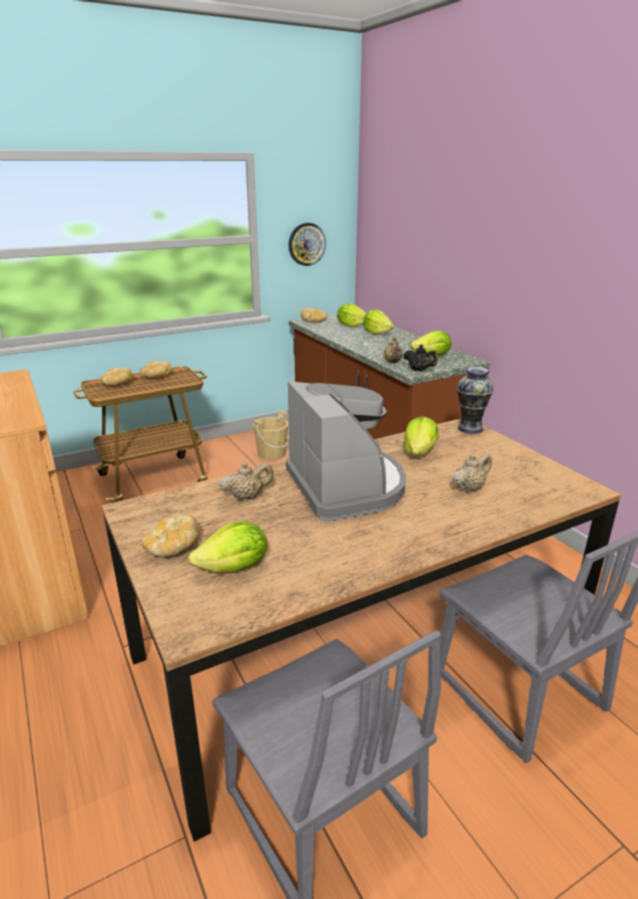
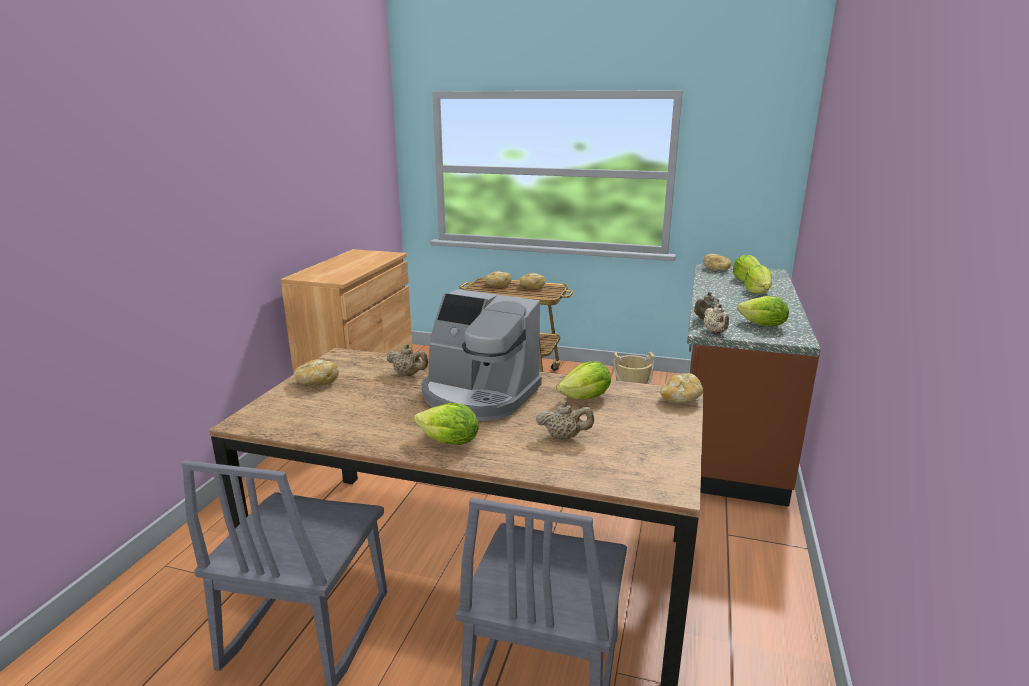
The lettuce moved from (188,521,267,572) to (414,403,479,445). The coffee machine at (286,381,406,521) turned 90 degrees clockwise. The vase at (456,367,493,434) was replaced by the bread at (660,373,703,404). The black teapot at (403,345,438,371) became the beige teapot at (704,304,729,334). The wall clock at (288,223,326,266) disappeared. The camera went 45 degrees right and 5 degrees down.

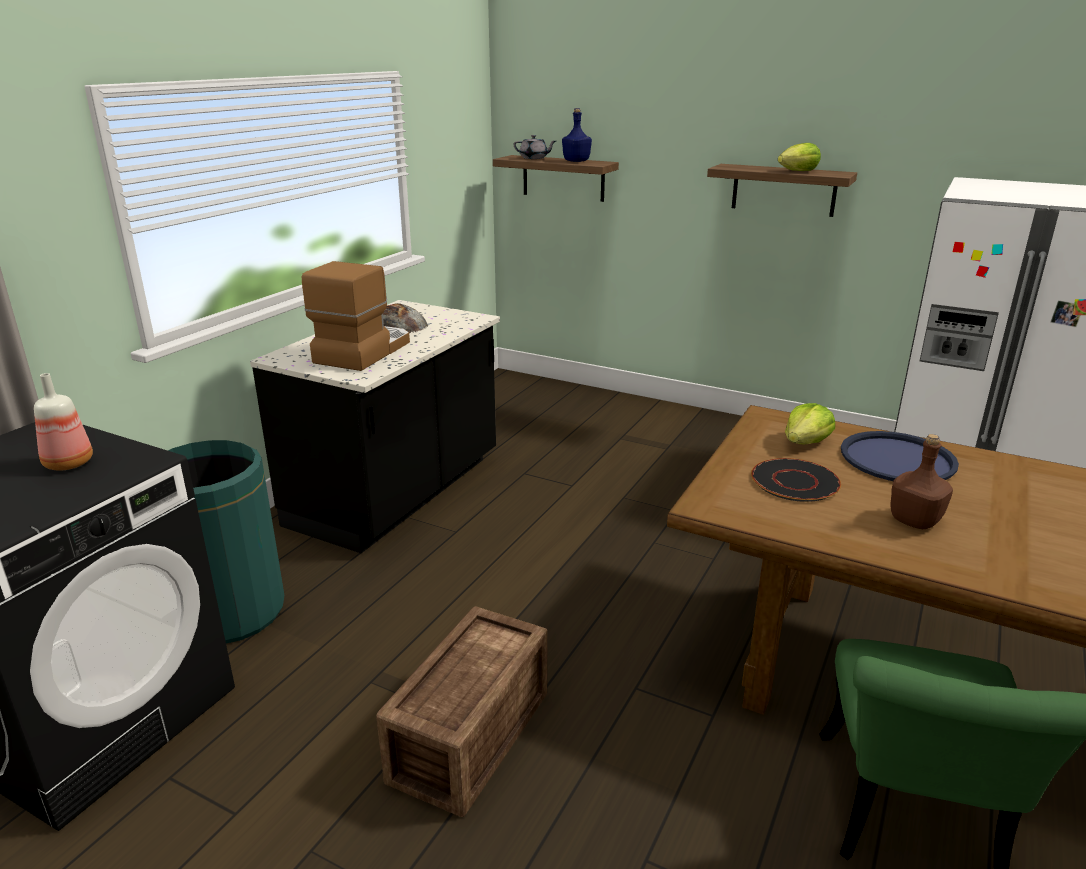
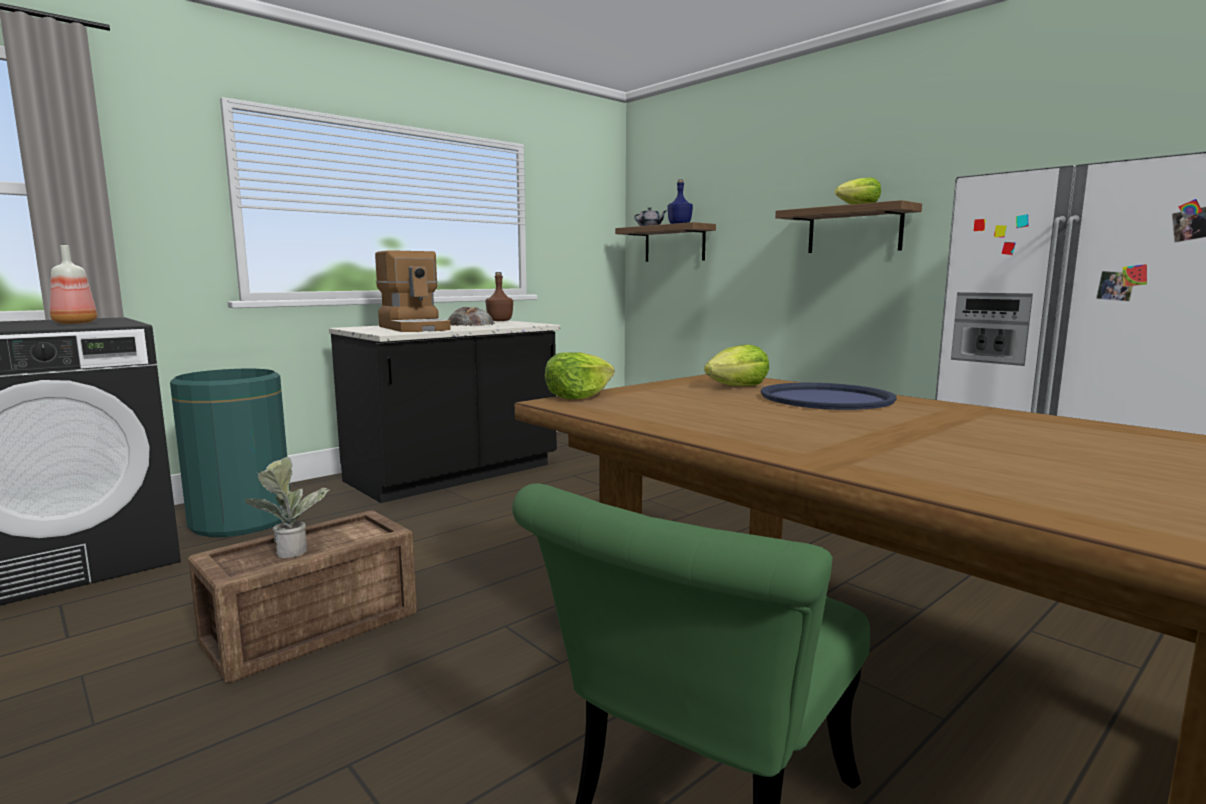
The potted plant at (244,457,330,559) appeared. The coffee machine at (302,261,410,371) turned 105 degrees clockwise. The brown bottle moved from (890,434,953,529) to (486,272,513,321). The lettuce at (545,352,615,399) appeared. The black plate at (751,458,841,502) disappeared. The camera went 20 degrees right and 15 degrees down.

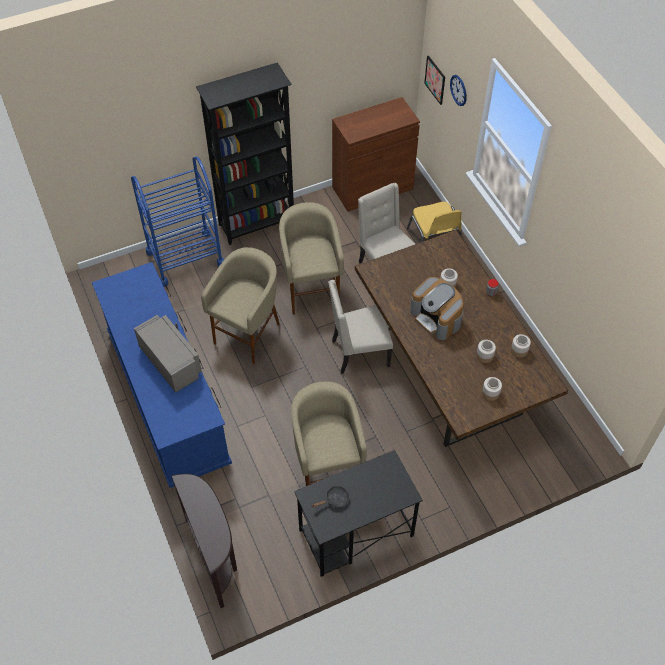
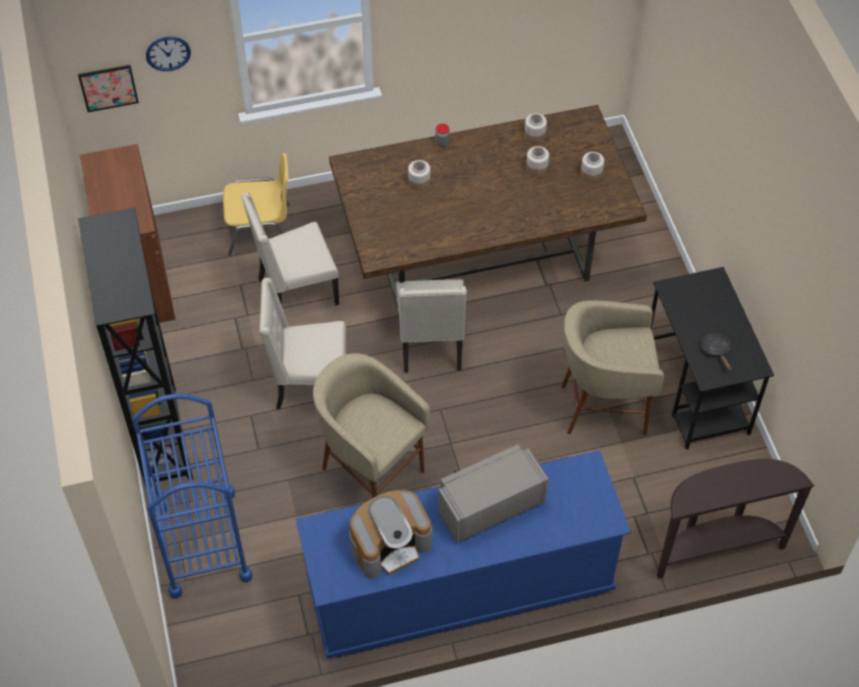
The beige stool at (279,202,344,315) was replaced by the beige chair at (259,278,346,409). The coffee machine moved from (410,277,464,340) to (349,490,432,579). The camera went 80 degrees left and 0 degrees up.

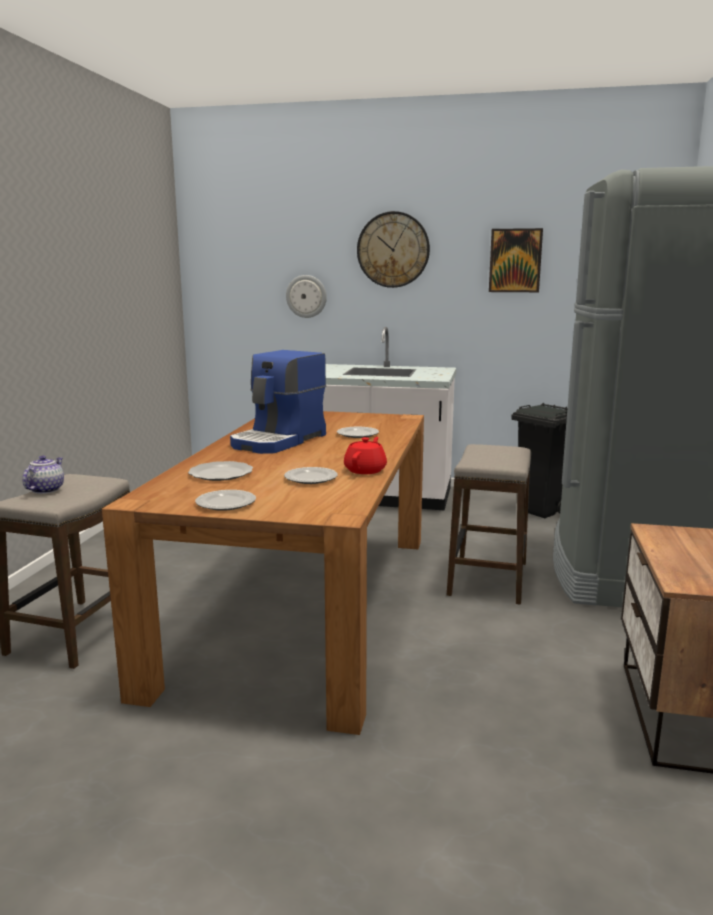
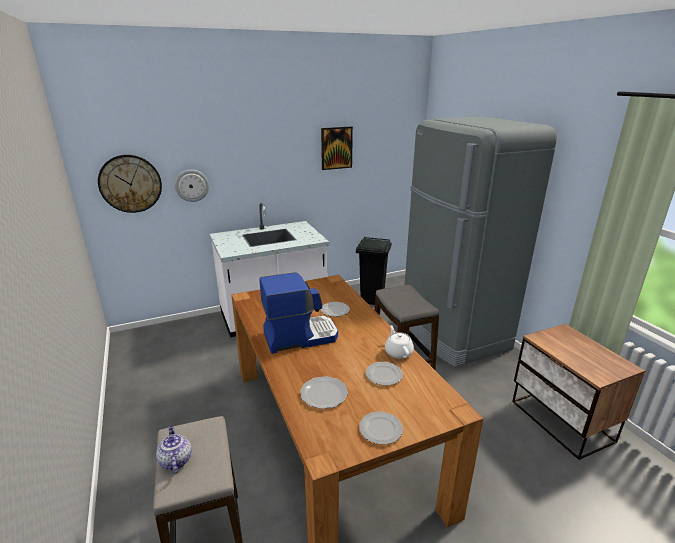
The wall clock moved from (357,211,430,288) to (98,155,162,213). The coffee machine at (230,350,326,454) turned 105 degrees counterclockwise. The red teapot at (344,437,387,474) became the white teapot at (385,325,414,359). The camera went 35 degrees left and 10 degrees up.

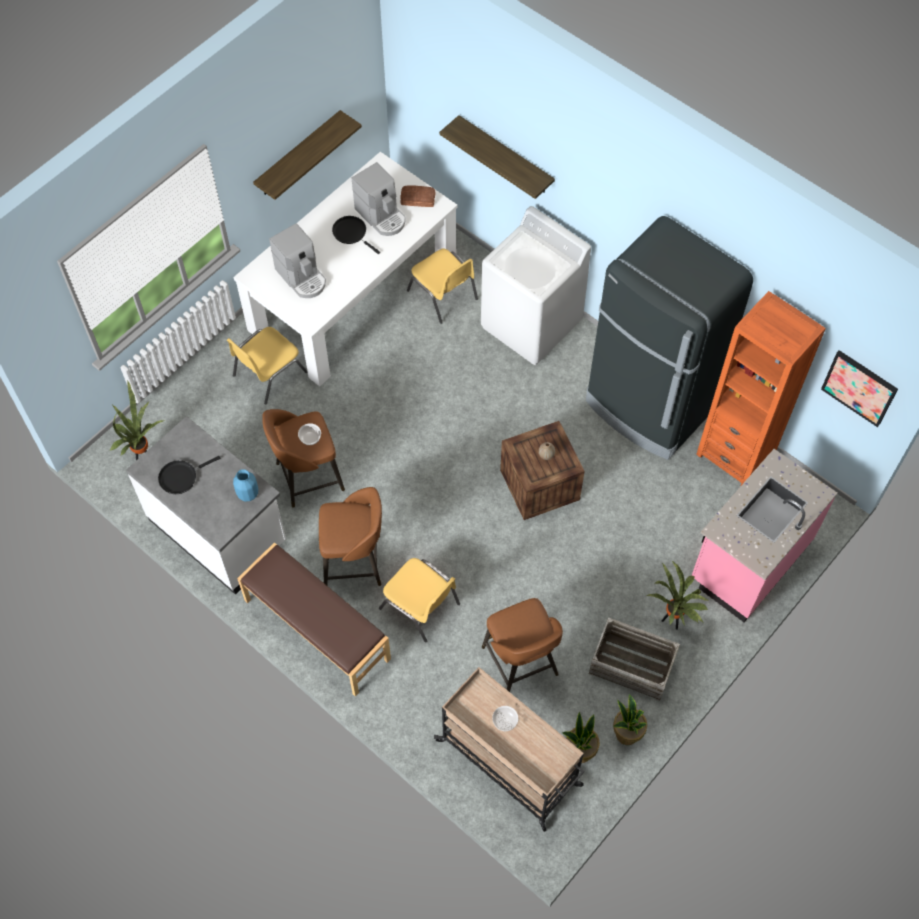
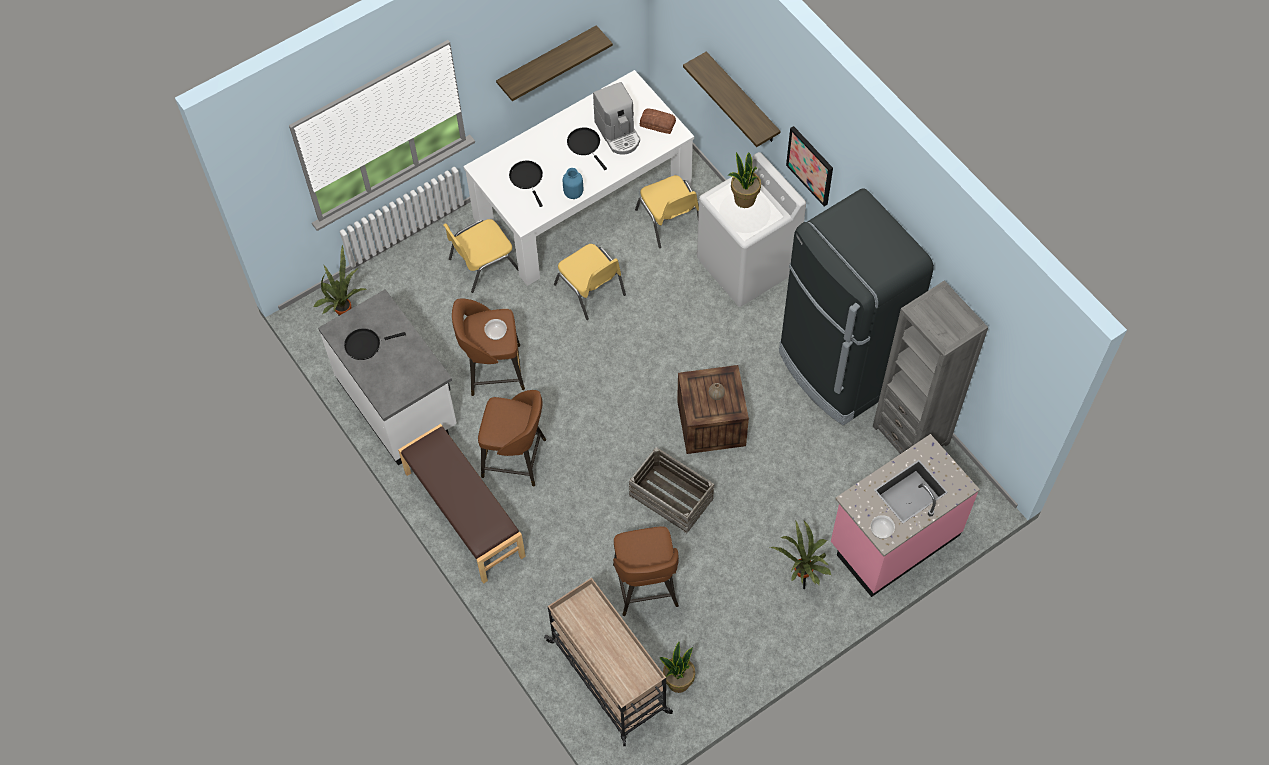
The coffee machine at (269,223,326,298) was replaced by the black frying pan at (509,161,543,207). The yellow chair moved from (379,558,460,643) to (554,244,626,320). The blue vase moved from (233,469,258,501) to (563,168,583,199). The crate moved from (589,617,680,701) to (629,447,714,534). The potted plant moved from (613,694,647,745) to (728,152,761,208). The picture moved from (821,350,898,427) to (786,126,833,207). The bowl moved from (492,706,518,731) to (871,515,895,539). The orange bookcase at (696,291,826,485) became the grey bookcase at (873,281,988,454). The camera went 15 degrees right and 0 degrees up.

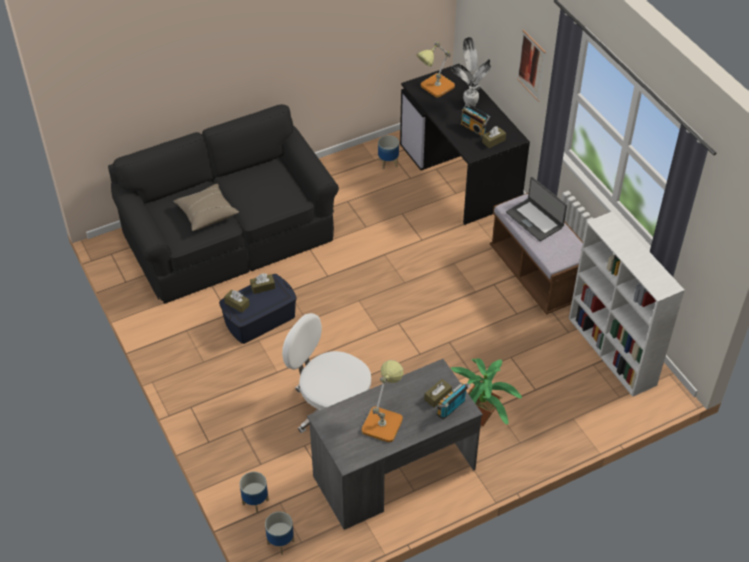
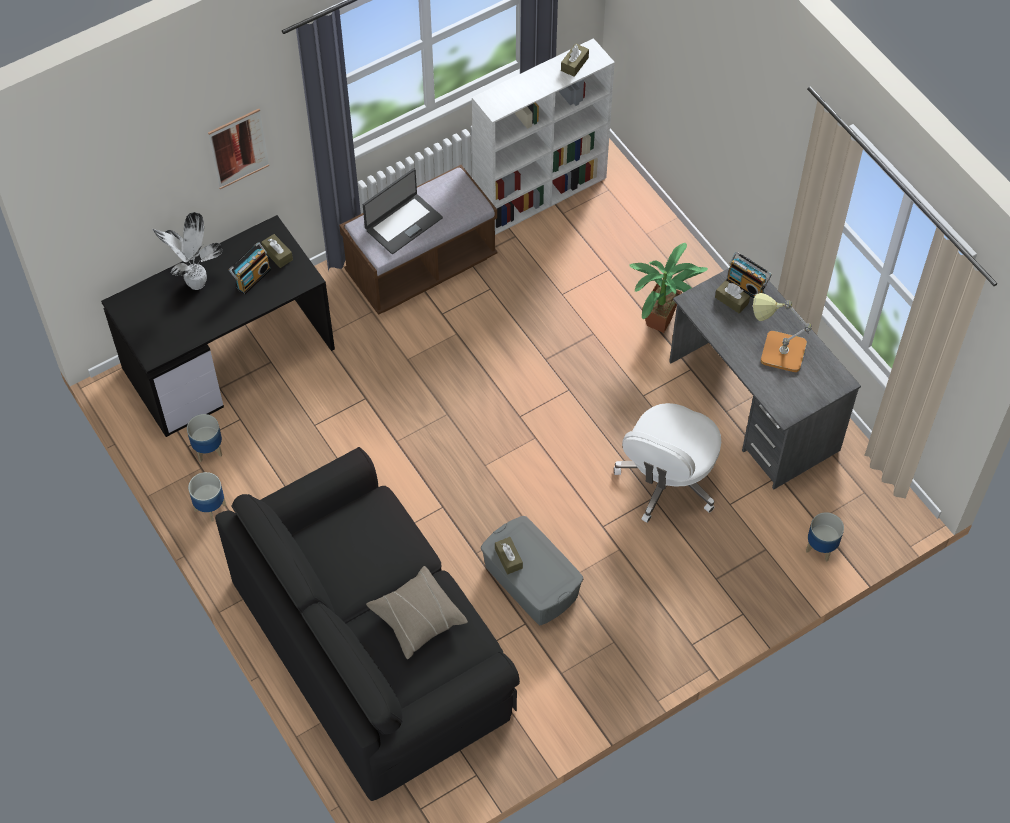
The planter moved from (265,512,294,555) to (188,472,226,522). The blue storage box at (219,274,297,344) became the grey storage box at (481,516,583,625). The brown tissue box moved from (224,289,250,313) to (561,43,589,77). The table lamp at (417,42,455,97) disappeared. The camera went 95 degrees left and 10 degrees up.

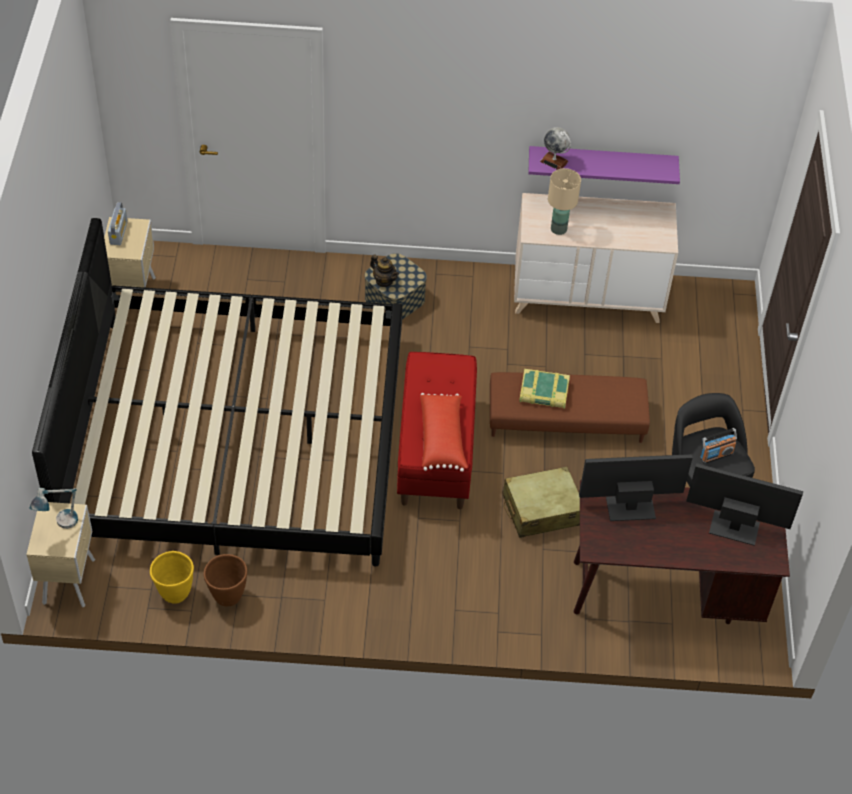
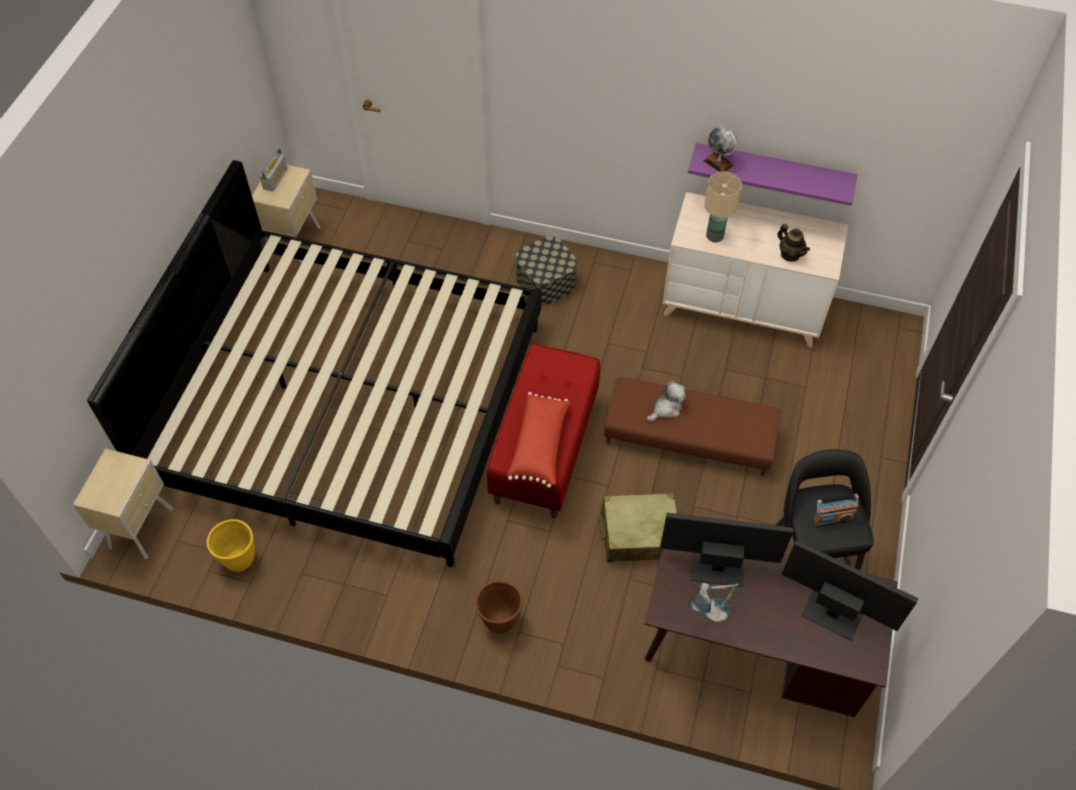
The brown planter moved from (204,554,247,606) to (475,580,523,634). The book at (519,369,570,409) was replaced by the plush toy at (647,381,686,422). The table lamp moved from (29,488,78,529) to (688,583,739,623). The teapot moved from (370,254,399,287) to (777,224,810,262). The camera went 15 degrees right and 5 degrees up.

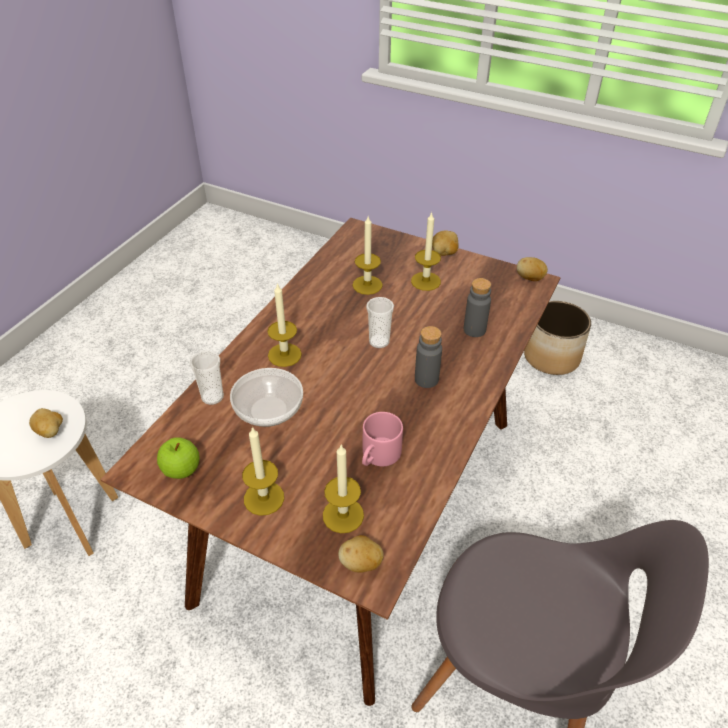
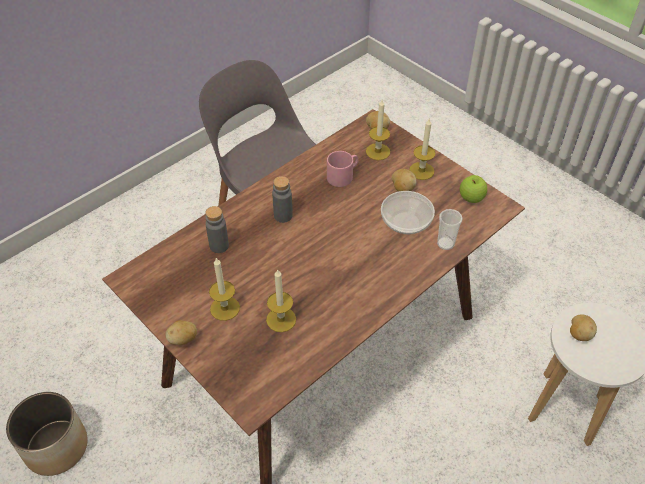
The potato moved from (517,257,548,281) to (392,169,417,192). The candle at (267,283,302,367) disappeared. The cup at (366,297,394,348) disappeared. The camera went 160 degrees left and 5 degrees up.

